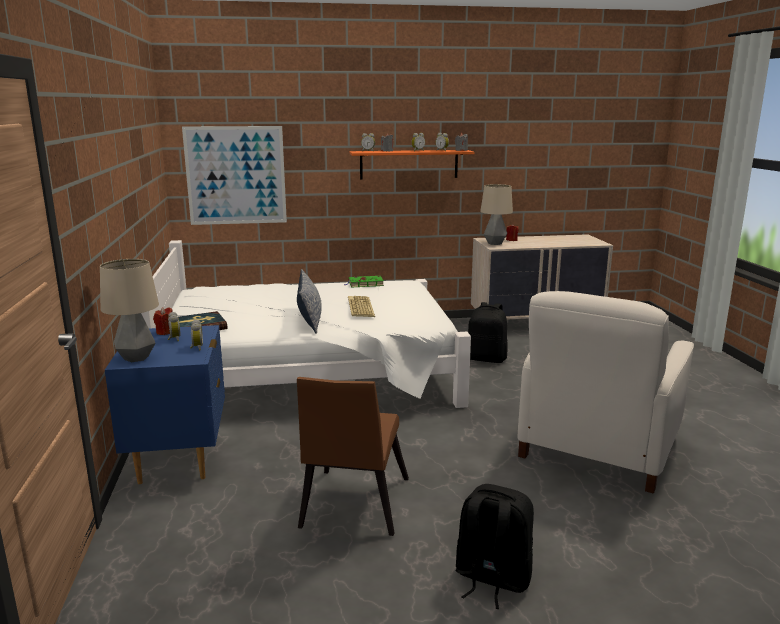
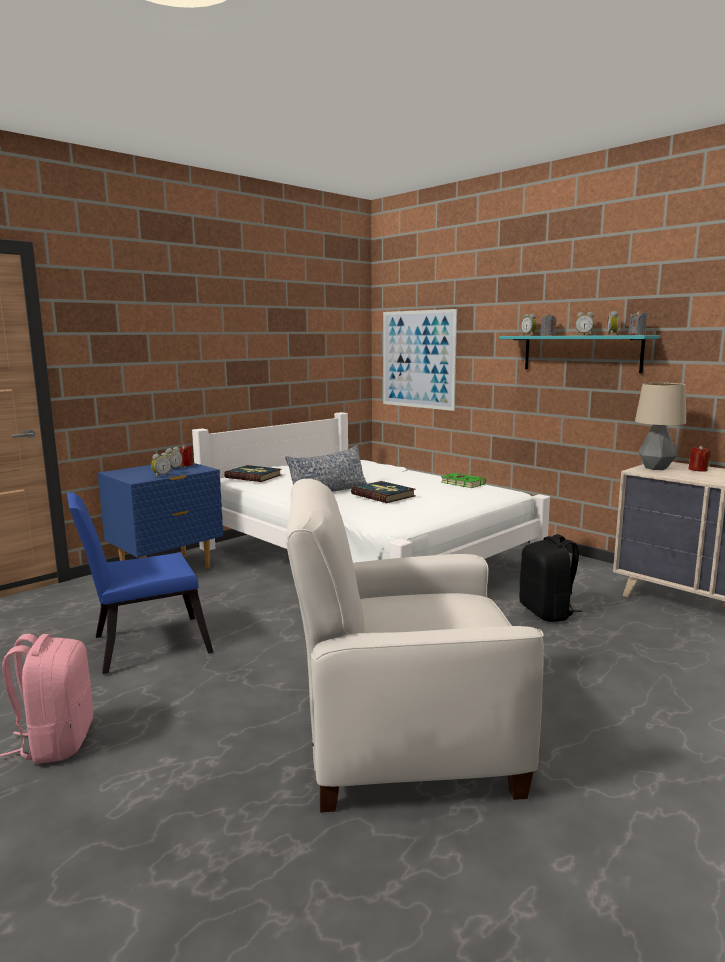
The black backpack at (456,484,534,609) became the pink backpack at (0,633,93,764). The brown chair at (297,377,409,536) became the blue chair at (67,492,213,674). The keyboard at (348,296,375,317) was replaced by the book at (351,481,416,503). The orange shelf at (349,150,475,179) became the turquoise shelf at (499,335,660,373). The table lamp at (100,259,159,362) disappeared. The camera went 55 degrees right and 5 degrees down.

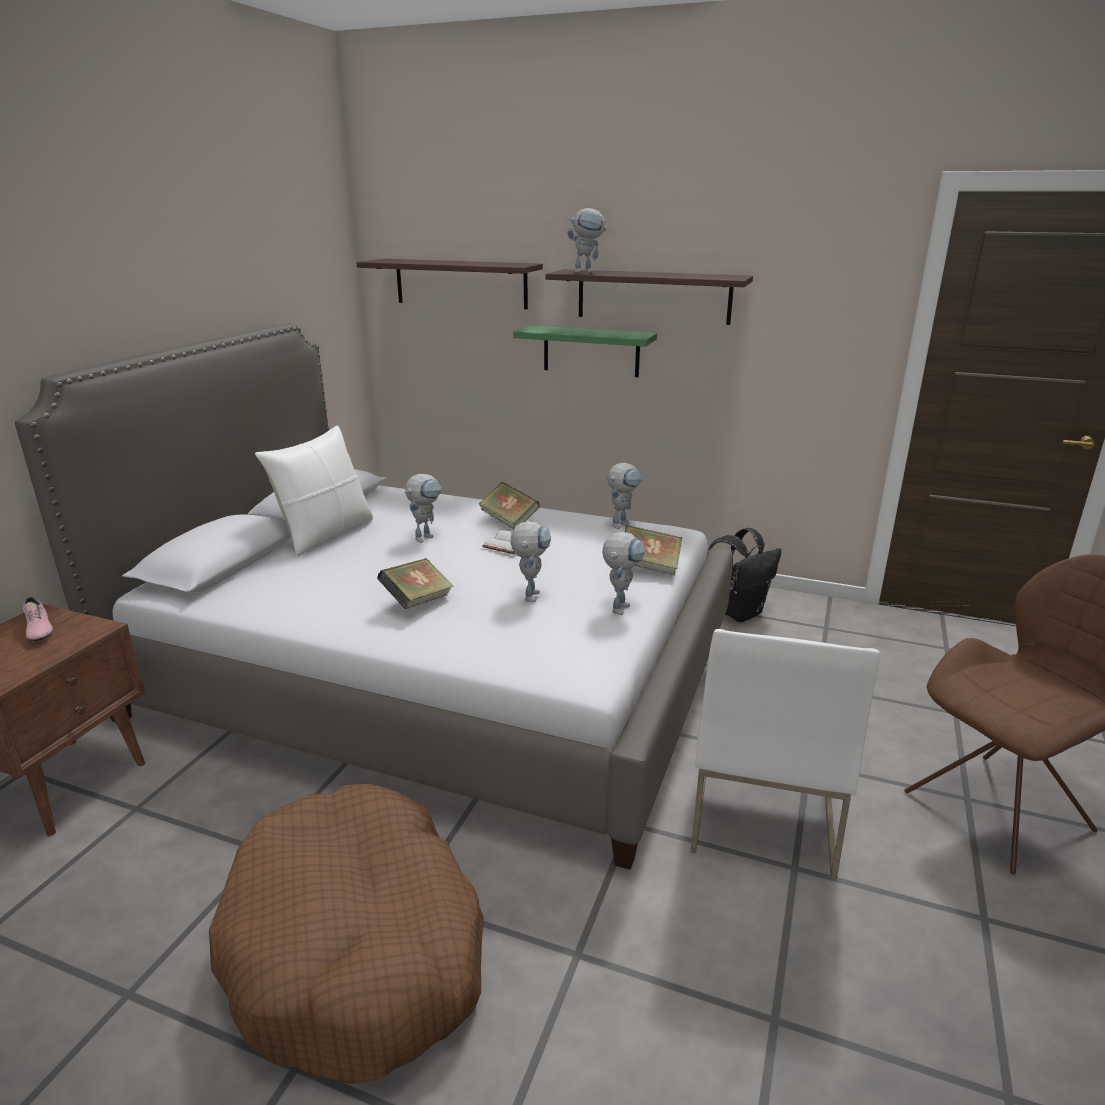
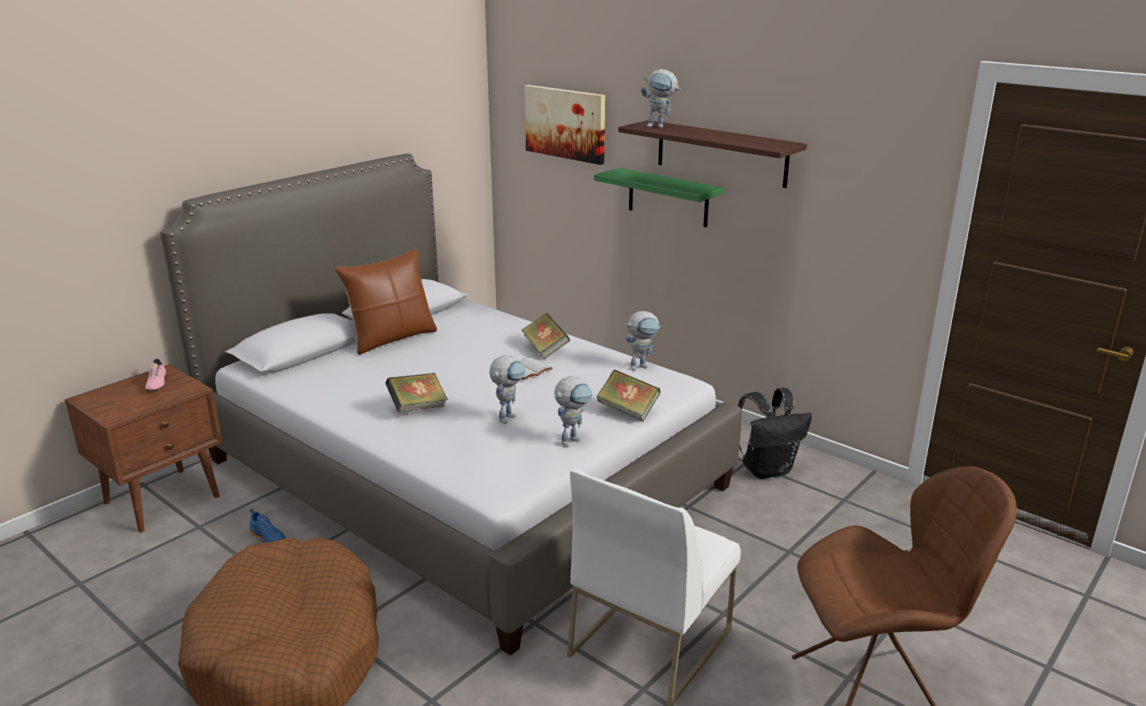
The blue shoe at (249,509,286,543) appeared. The white pillow at (255,425,373,556) became the brown pillow at (334,248,437,355). The shelf at (356,259,543,309) was replaced by the picture at (525,85,605,165). The toy robot at (405,474,442,543) disappeared. The camera went 20 degrees right and 0 degrees up.

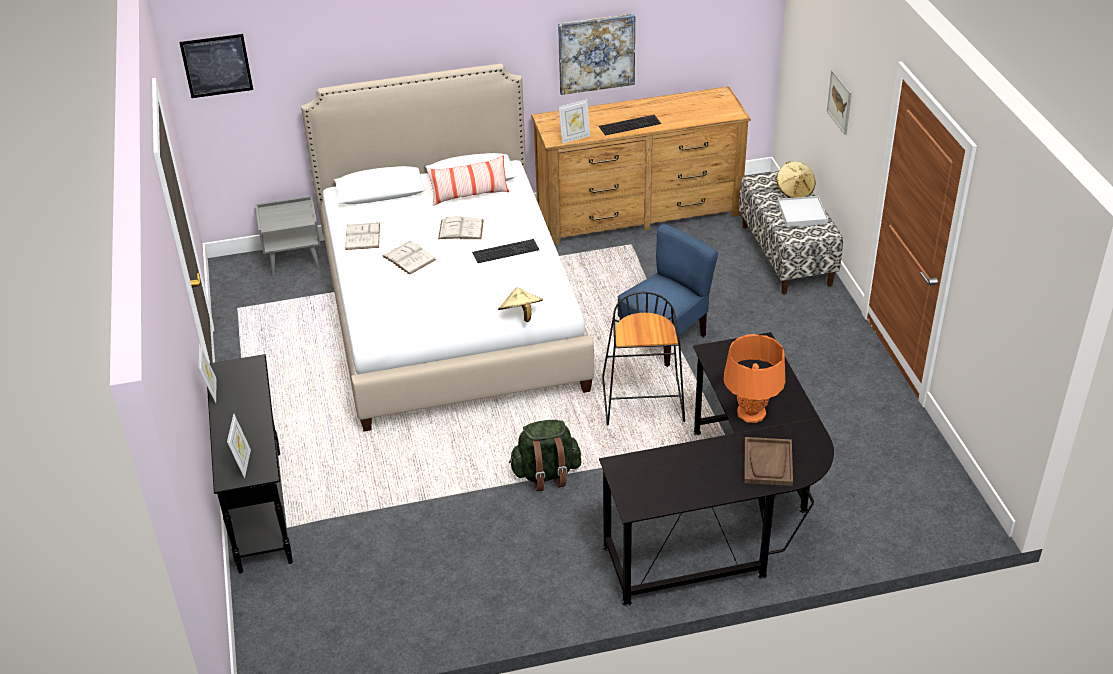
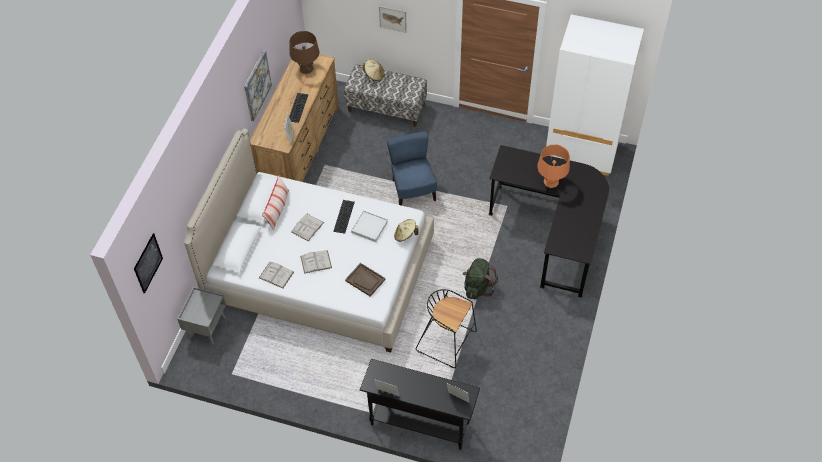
The brown table lamp at (290,31,319,74) appeared. The brown tray moved from (744,437,793,486) to (345,263,385,297). The white tray moved from (778,196,828,227) to (351,210,388,242). The black stool moved from (602,292,685,425) to (415,289,477,368). The white wardrobe at (546,14,644,176) appeared. The camera went 60 degrees left and 15 degrees up.

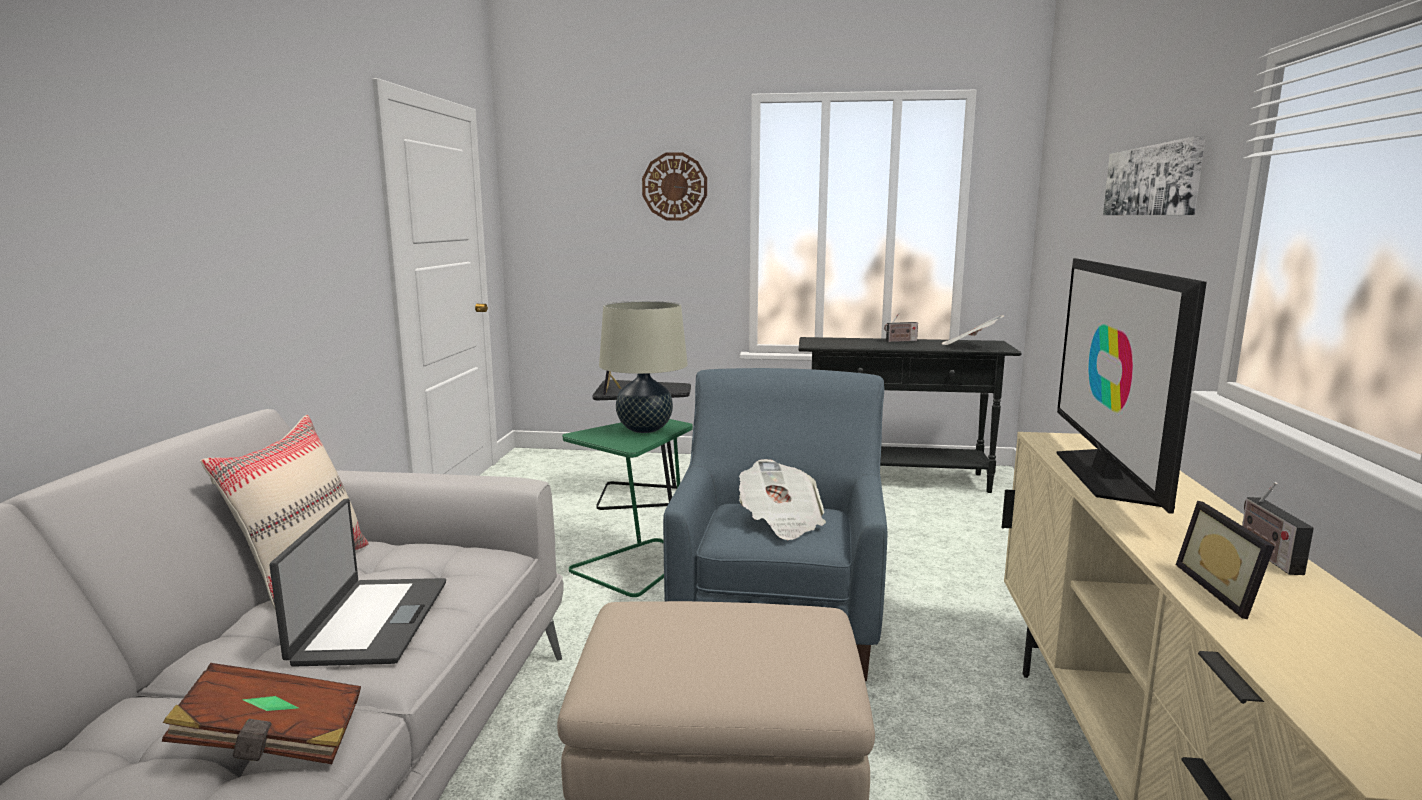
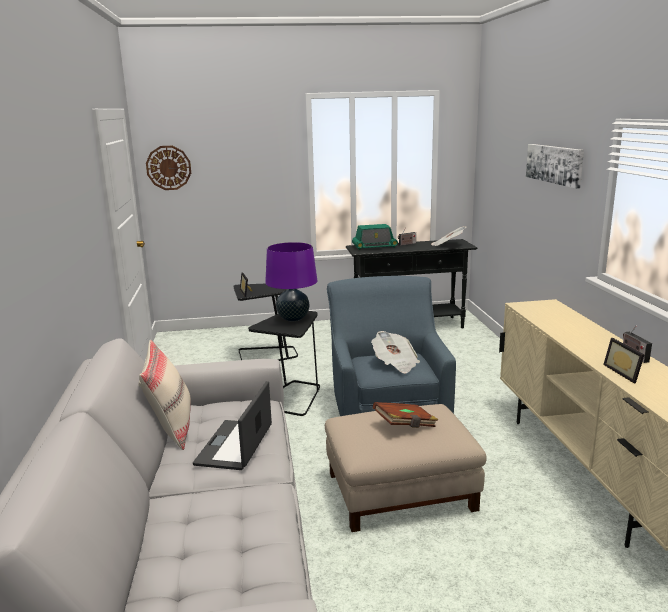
The wall clock moved from (642,152,707,220) to (146,146,191,190). The laptop at (269,498,446,667) turned 150 degrees counterclockwise. The green side table at (562,419,693,597) became the black side table at (248,311,320,416). The beige table lamp at (599,301,688,433) became the purple table lamp at (265,242,318,321). The radio at (352,224,398,250) appeared. The brown book moved from (162,663,361,764) to (373,402,438,428). The television at (1056,258,1207,514) disappeared. The camera went 15 degrees left and 5 degrees up.

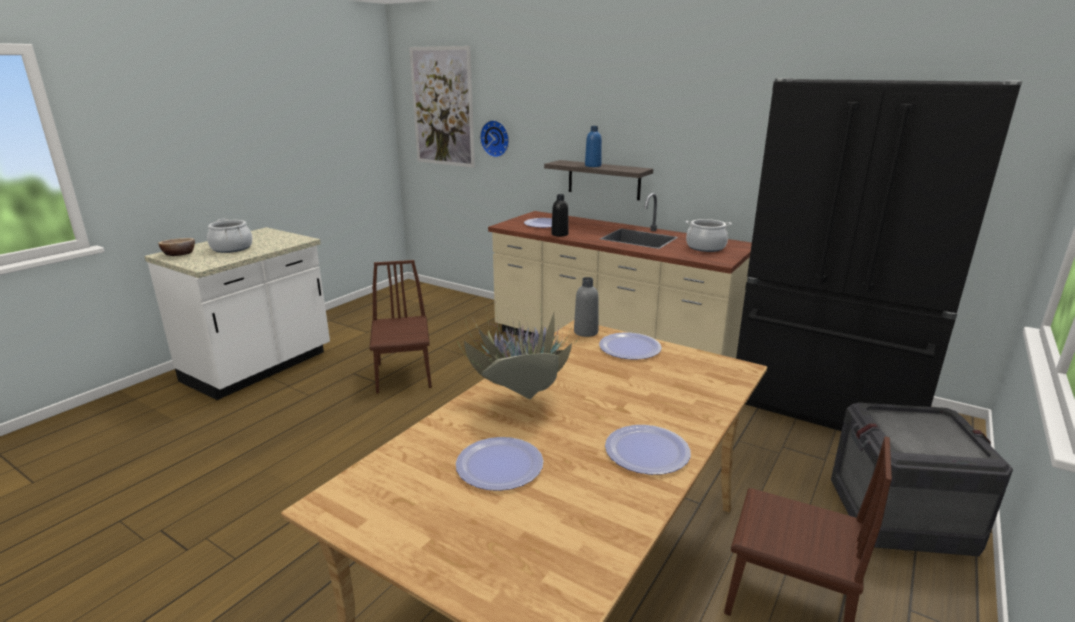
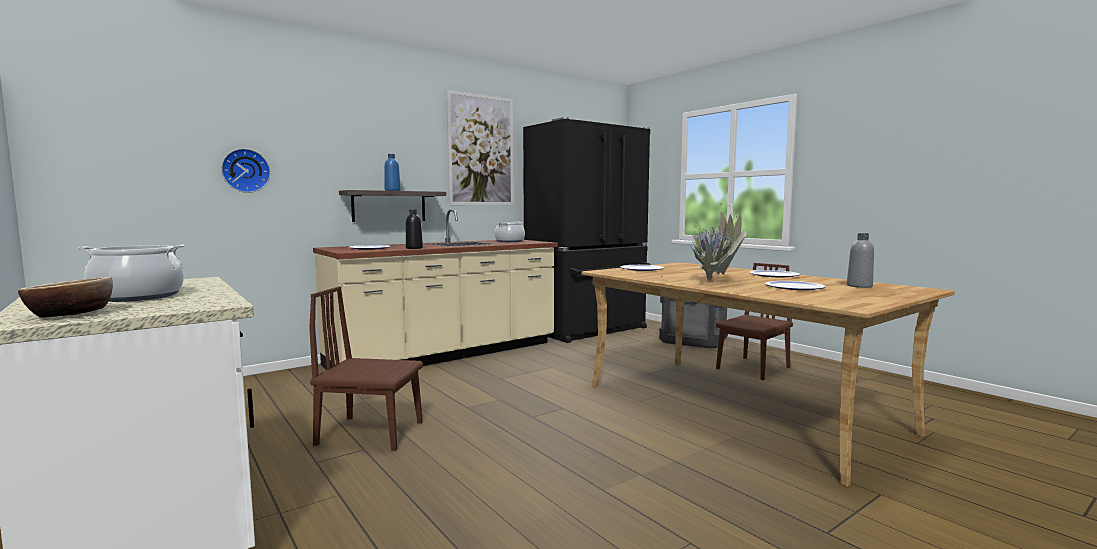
The picture moved from (409,46,475,168) to (446,90,514,205). The grey bottle moved from (574,277,599,337) to (847,233,874,288). The camera went 70 degrees left and 15 degrees down.

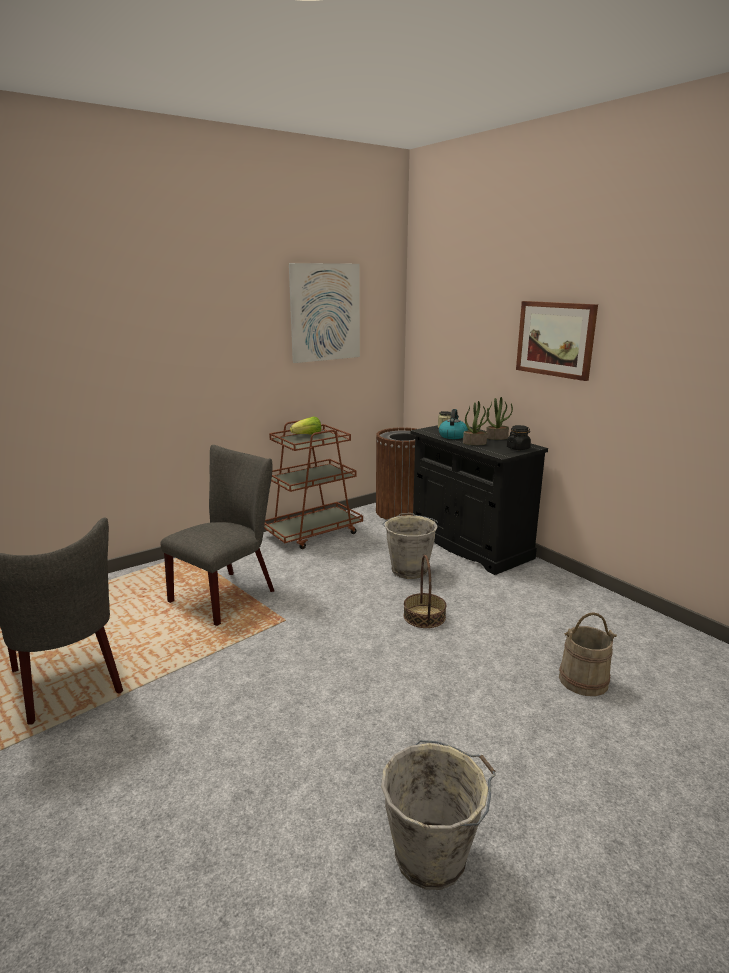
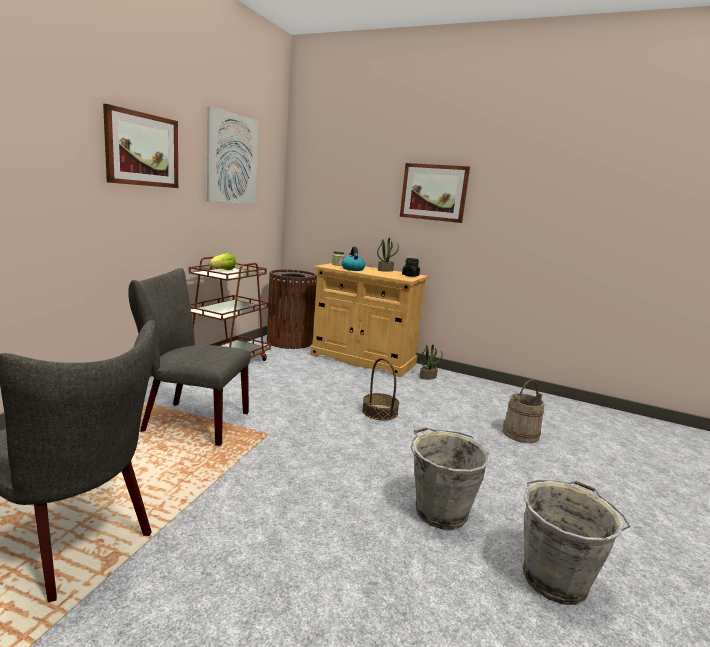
The picture at (103,104,178,188) appeared. The grey chair at (160,445,274,626) turned 90 degrees counterclockwise. The black cabinet at (411,425,548,575) became the beige cabinet at (310,263,428,377). The grey bucket moved from (382,513,438,579) to (411,427,490,530). The potted plant moved from (463,401,489,445) to (420,345,442,380). The camera went 30 degrees left and 5 degrees down.

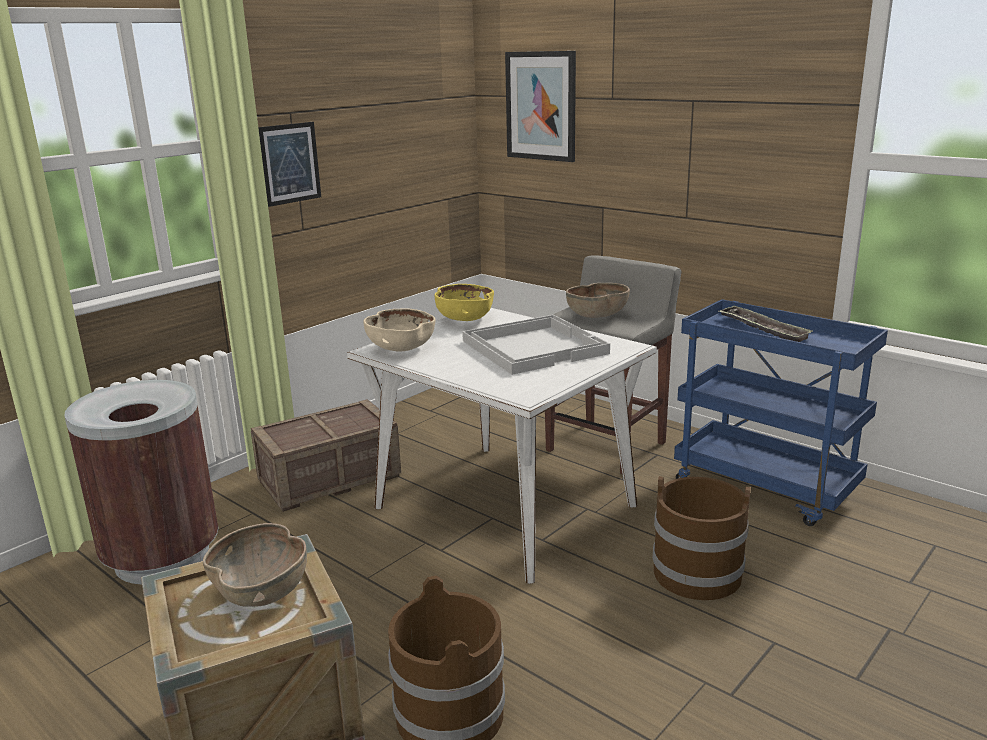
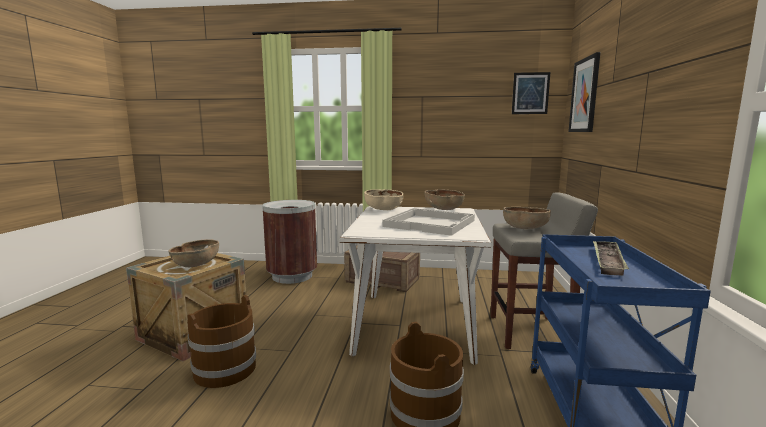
The yellow bowl at (434,284,494,321) became the brown bowl at (424,189,465,210). The picture moved from (258,122,321,207) to (512,72,550,114). The camera went 55 degrees right and 10 degrees down.

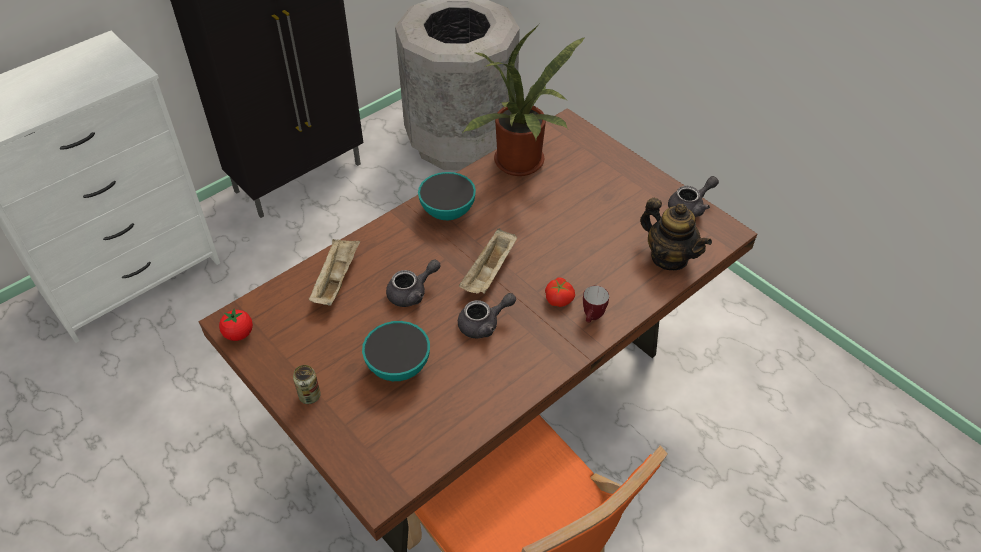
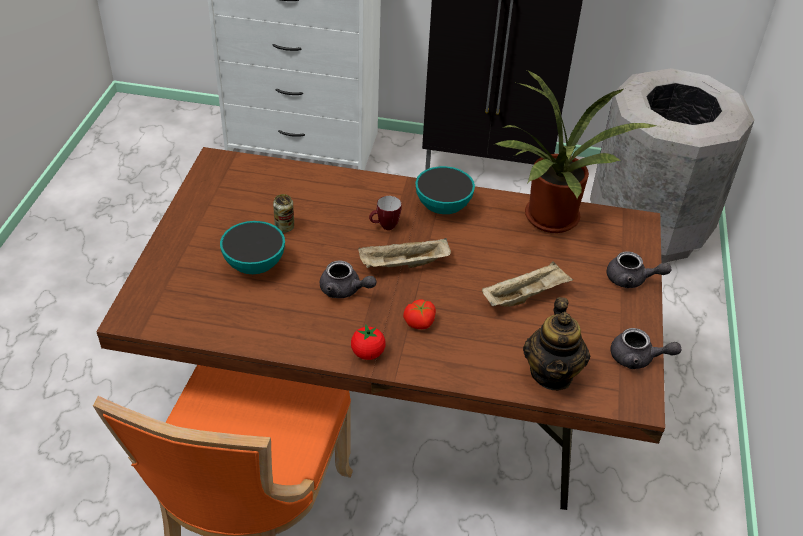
The can moved from (293,365,321,404) to (273,194,294,233). The tomato moved from (219,308,253,341) to (351,324,386,360). The mug moved from (583,286,609,323) to (369,196,402,230). The beige tray moved from (309,239,360,306) to (482,261,573,307). The grey teapot moved from (386,259,441,307) to (607,251,671,288). The camera went 50 degrees right and 5 degrees down.

